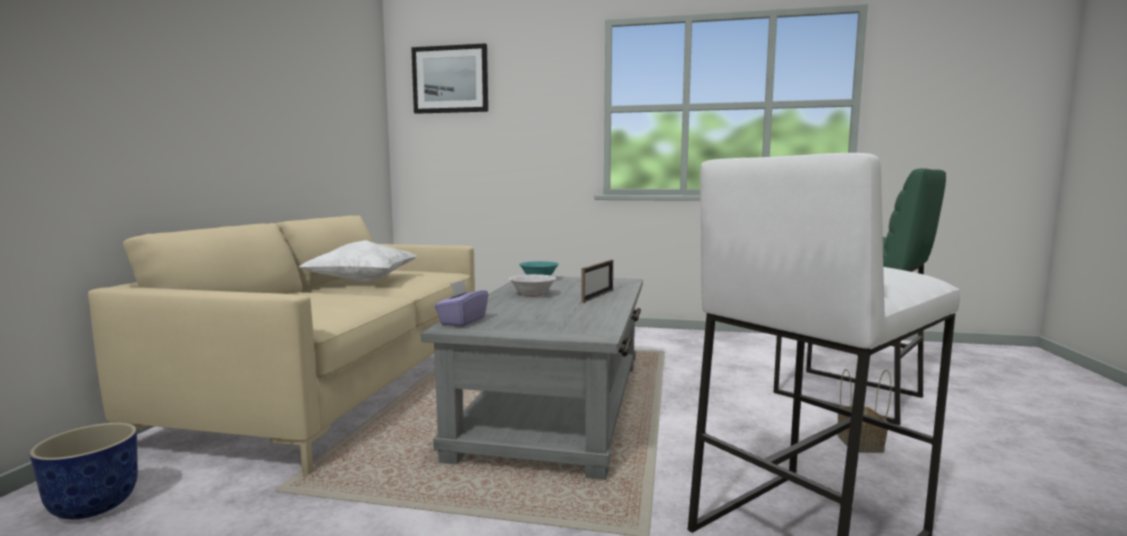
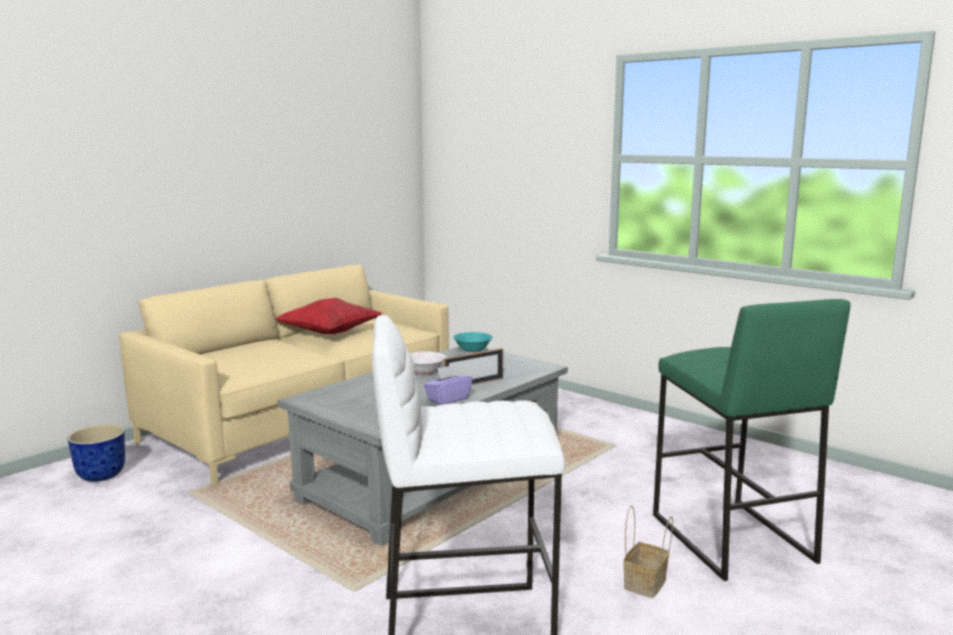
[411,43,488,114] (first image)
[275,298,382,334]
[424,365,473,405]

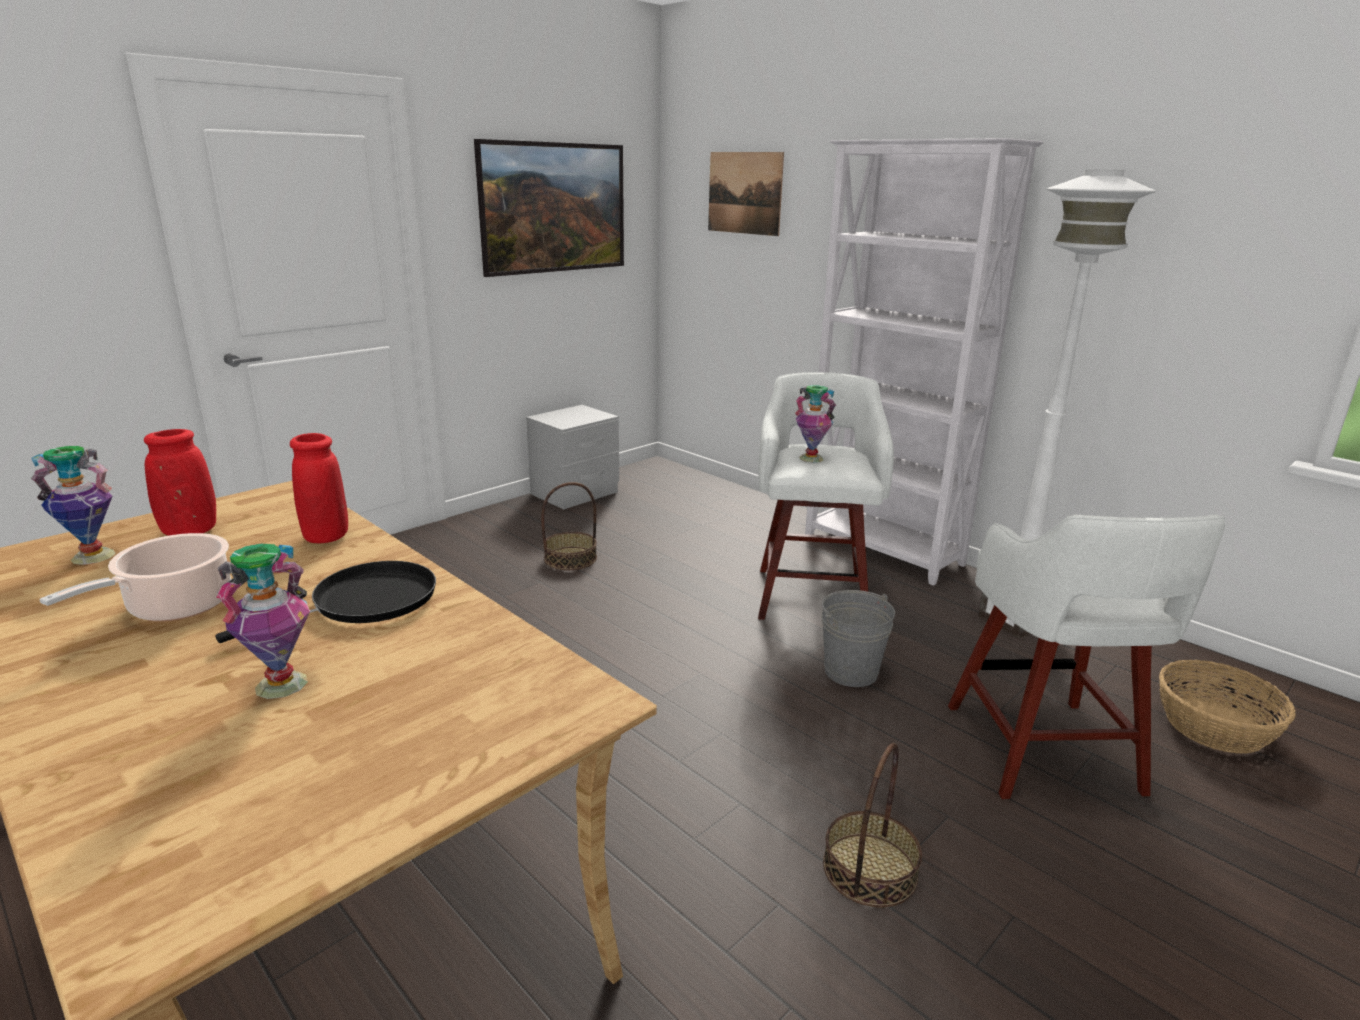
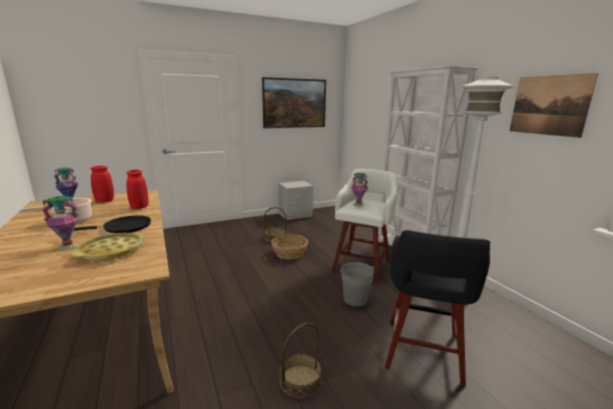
[510,73,598,138]
[385,230,490,386]
[271,234,308,259]
[72,233,145,261]

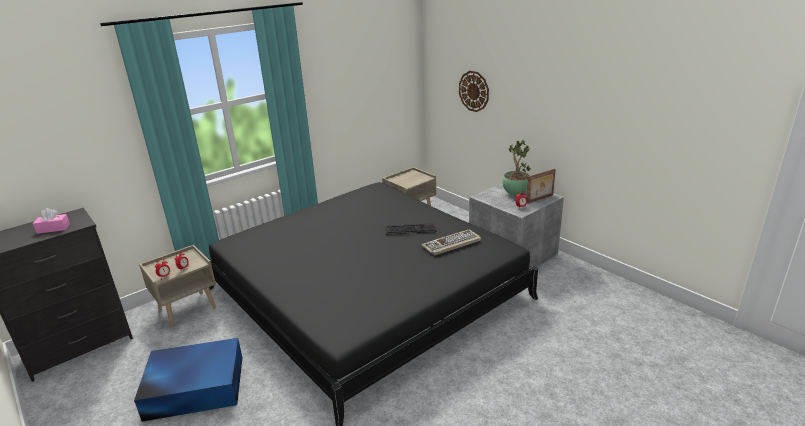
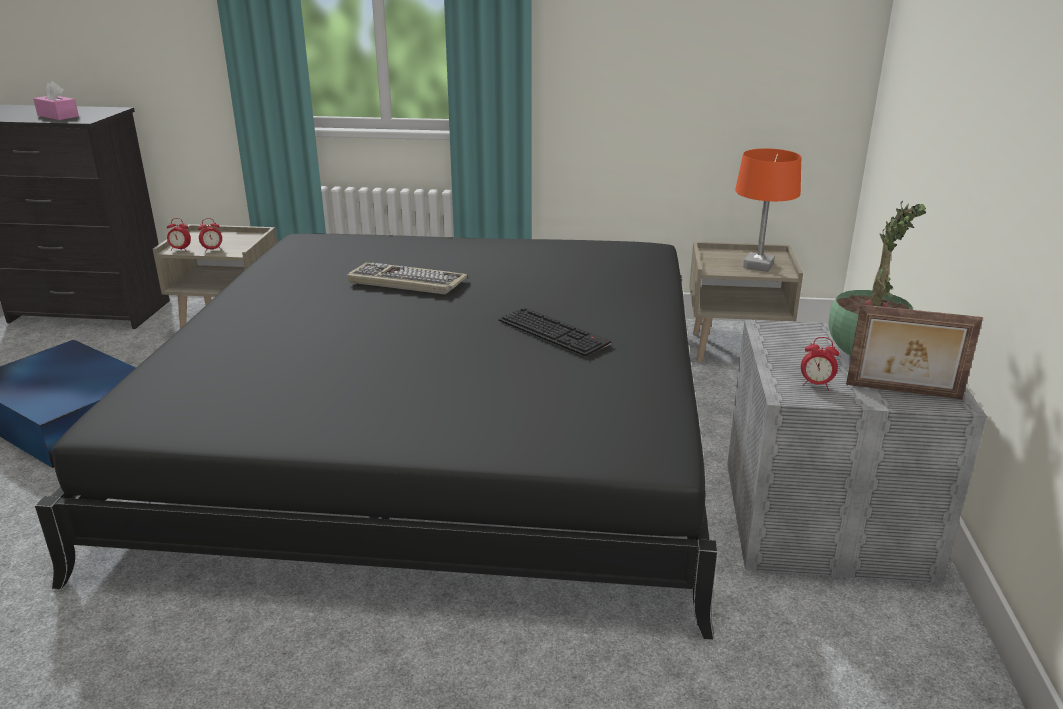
[459,71,489,112] (first image)
[347,263,467,294]
[735,148,801,272]

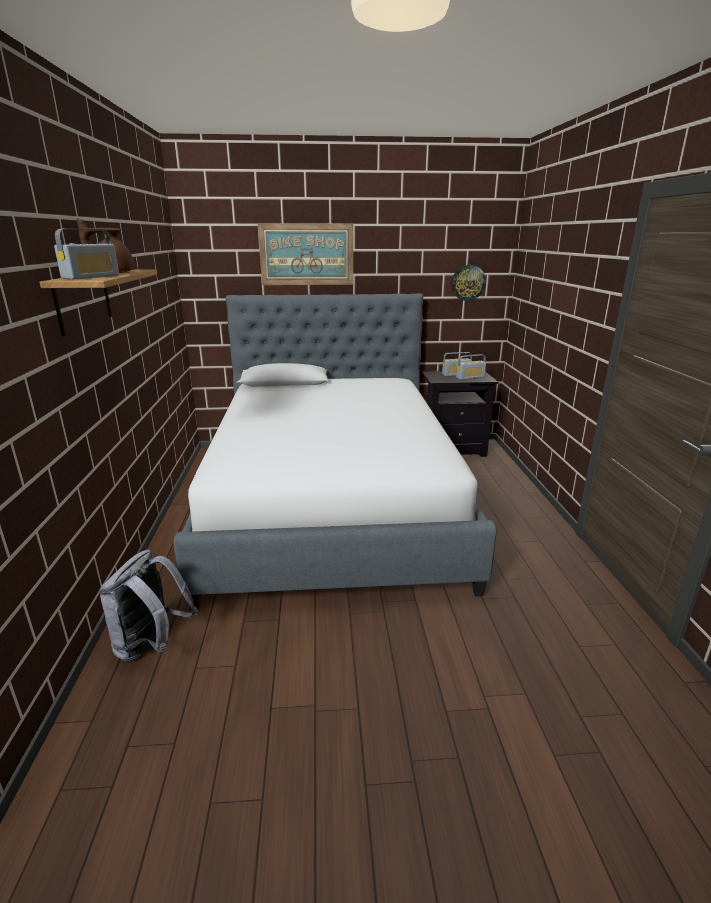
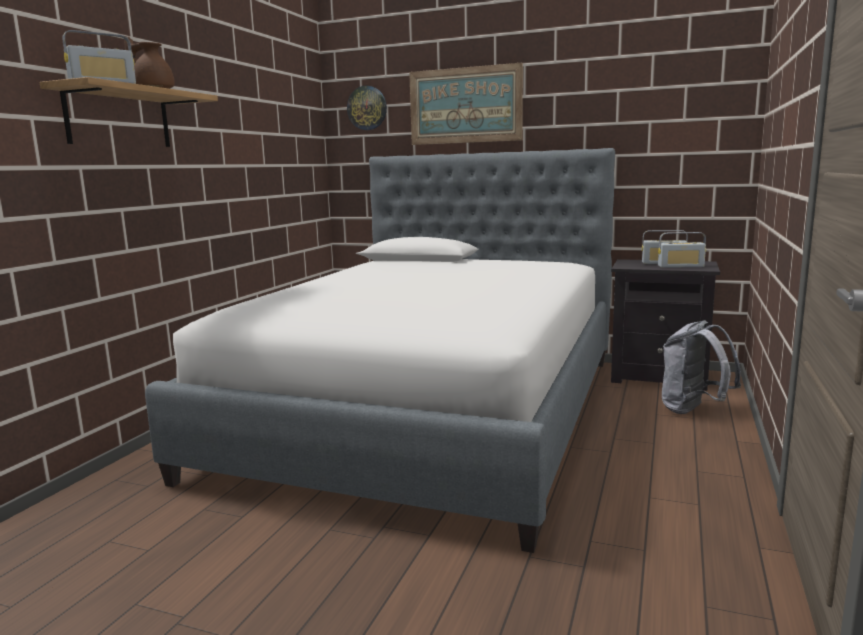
[347,85,387,130]
[662,320,741,414]

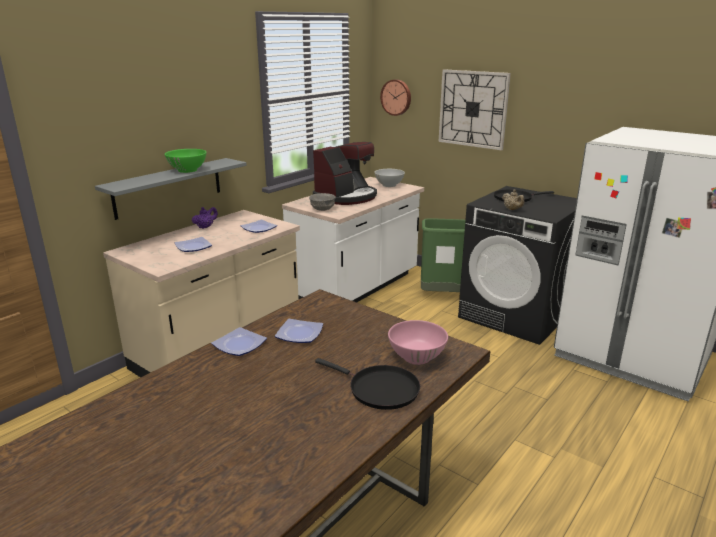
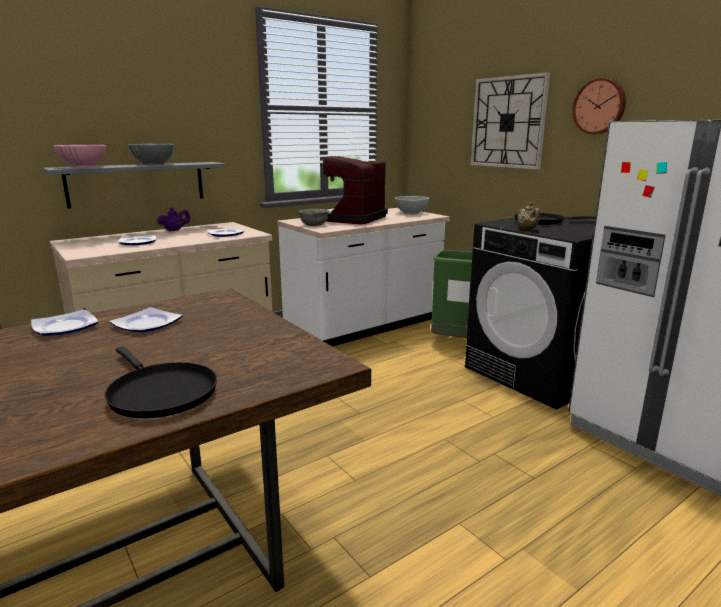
[572,78,626,134]
[322,156,388,225]
[128,144,175,165]
[53,145,106,168]

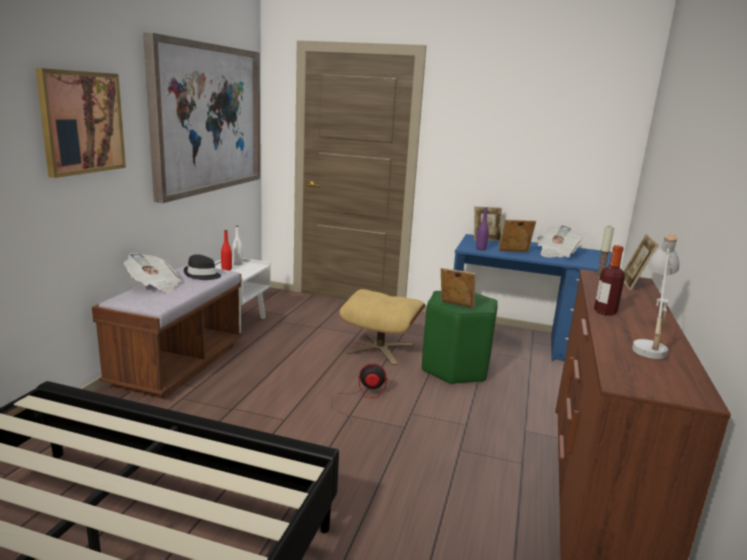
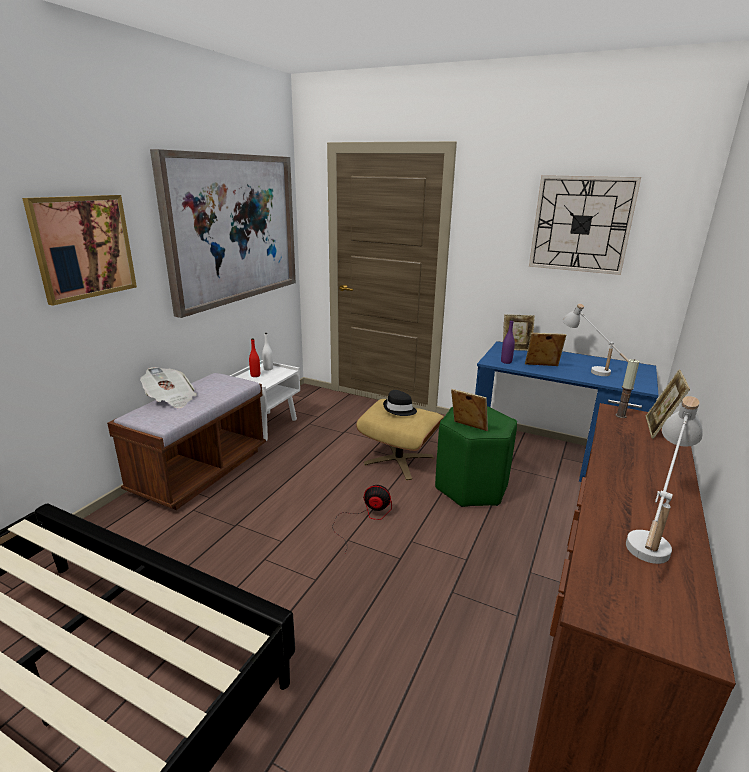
[563,303,629,376]
[594,245,625,316] (first image)
[383,390,417,416]
[529,175,641,275]

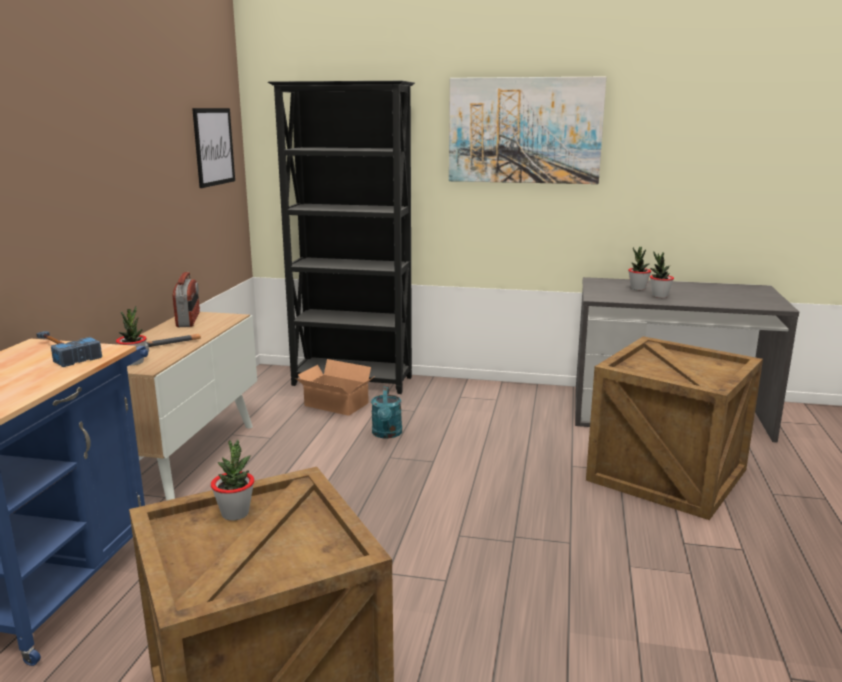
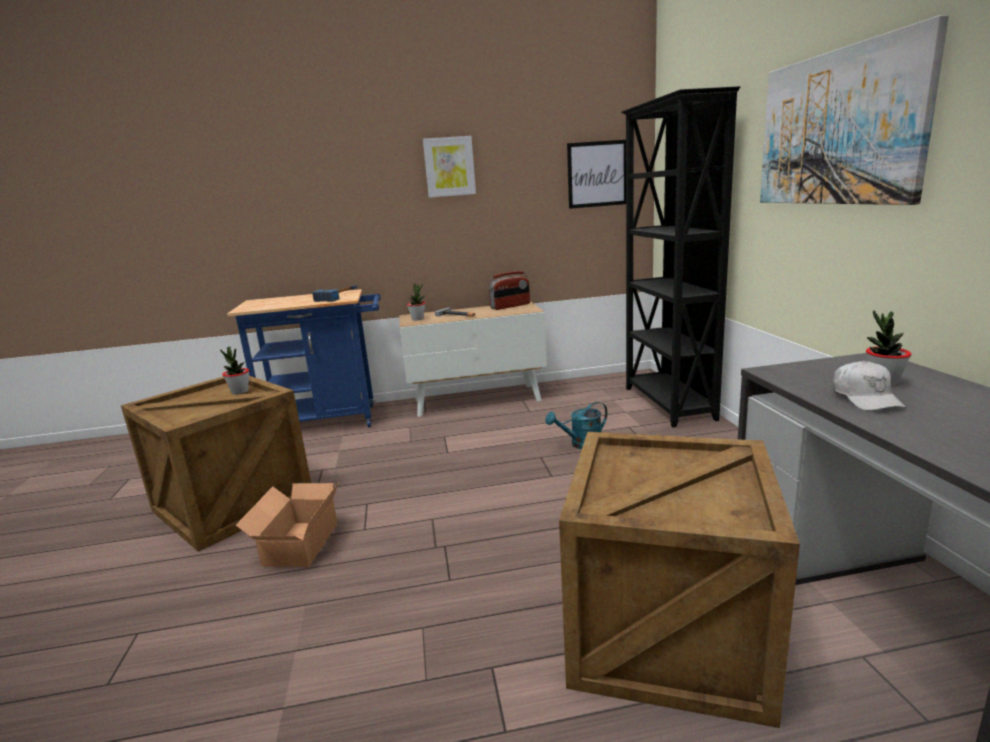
[833,361,906,411]
[235,482,339,567]
[423,136,476,198]

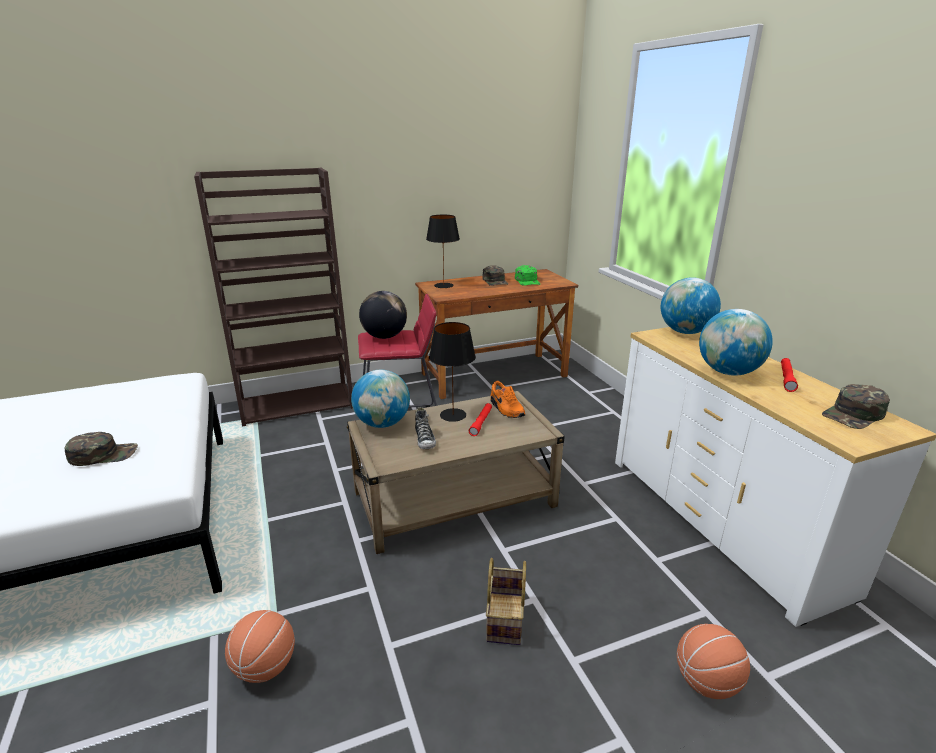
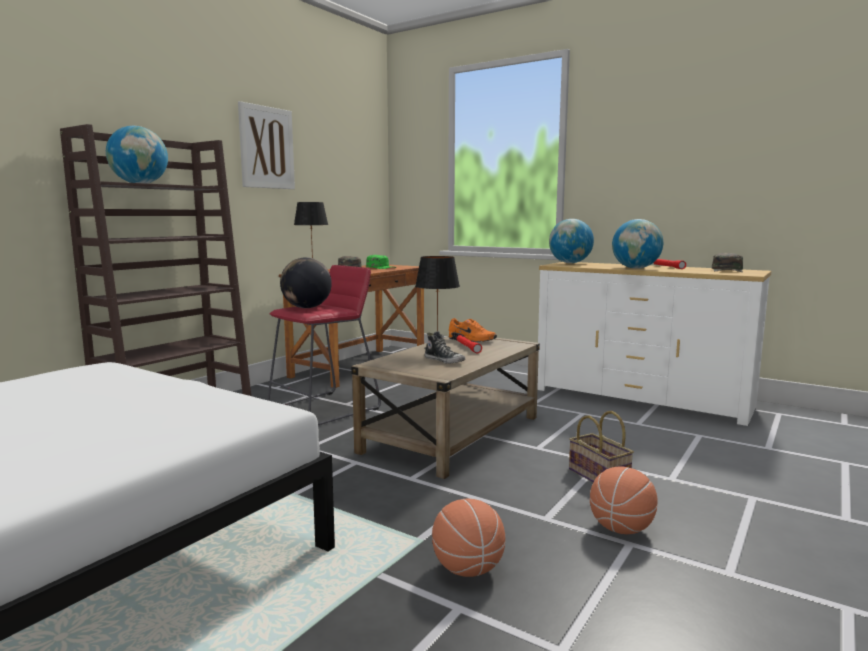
[106,126,168,183]
[64,432,138,466] (first image)
[590,467,658,534]
[238,101,295,189]

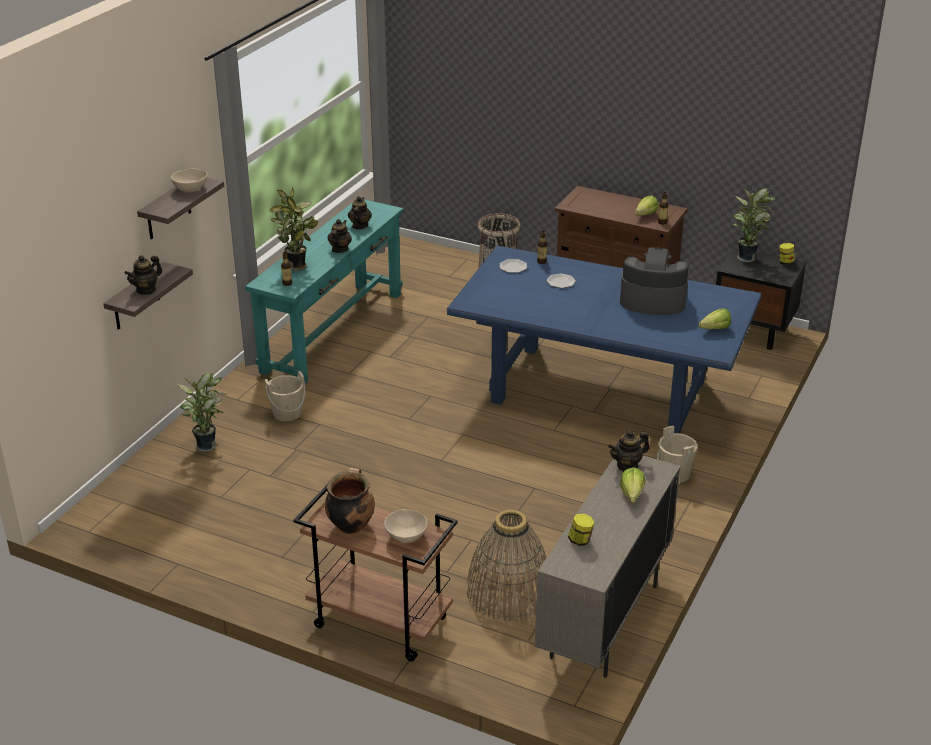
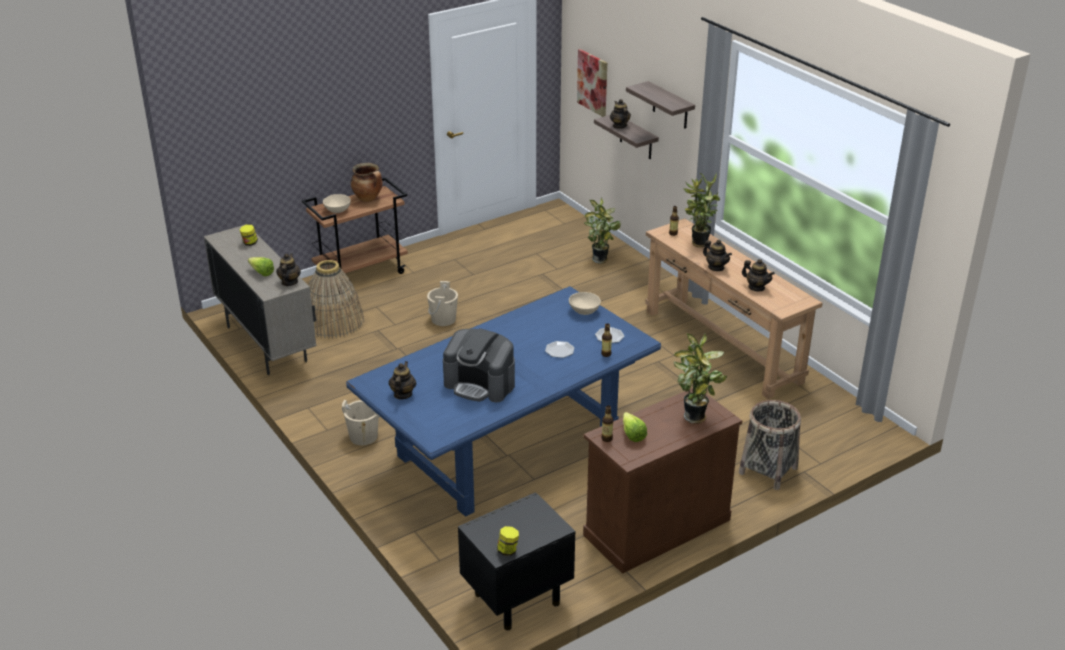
[569,292,601,315]
[673,333,727,424]
[645,218,823,399]
[443,328,515,402]
[389,361,416,399]
[427,281,458,326]
[577,49,607,117]

